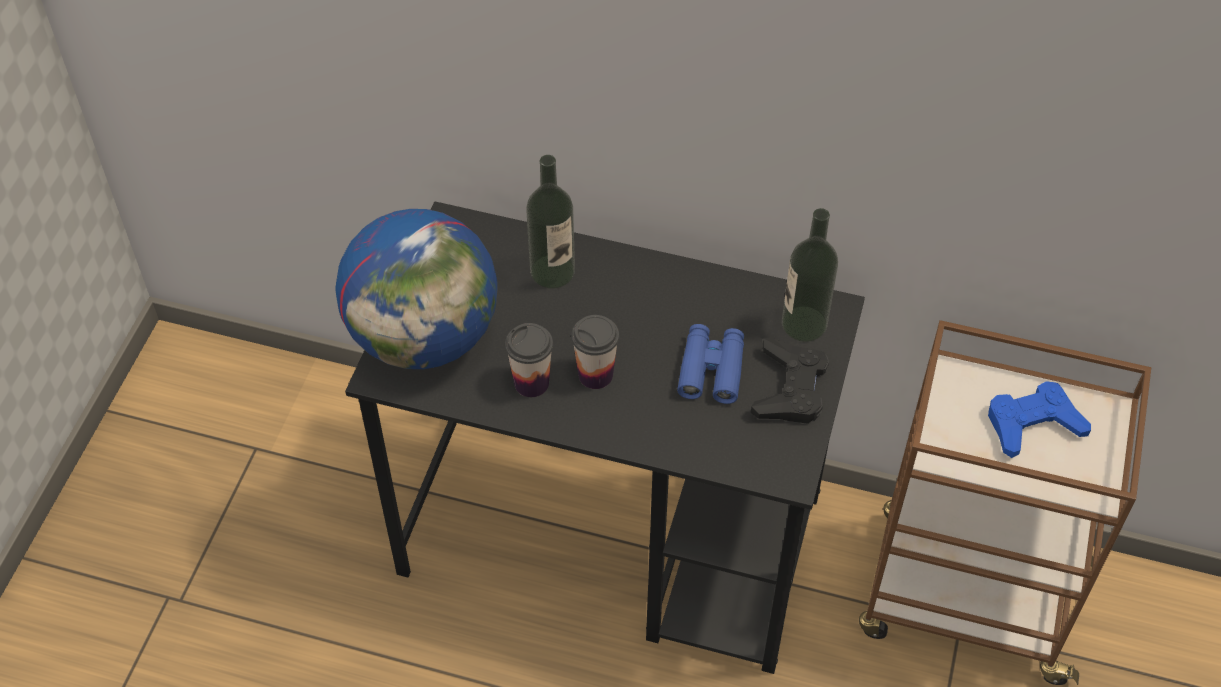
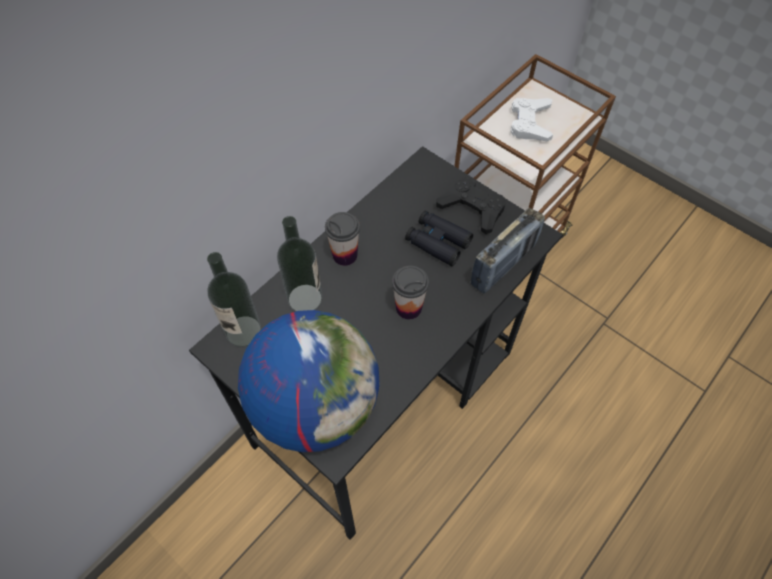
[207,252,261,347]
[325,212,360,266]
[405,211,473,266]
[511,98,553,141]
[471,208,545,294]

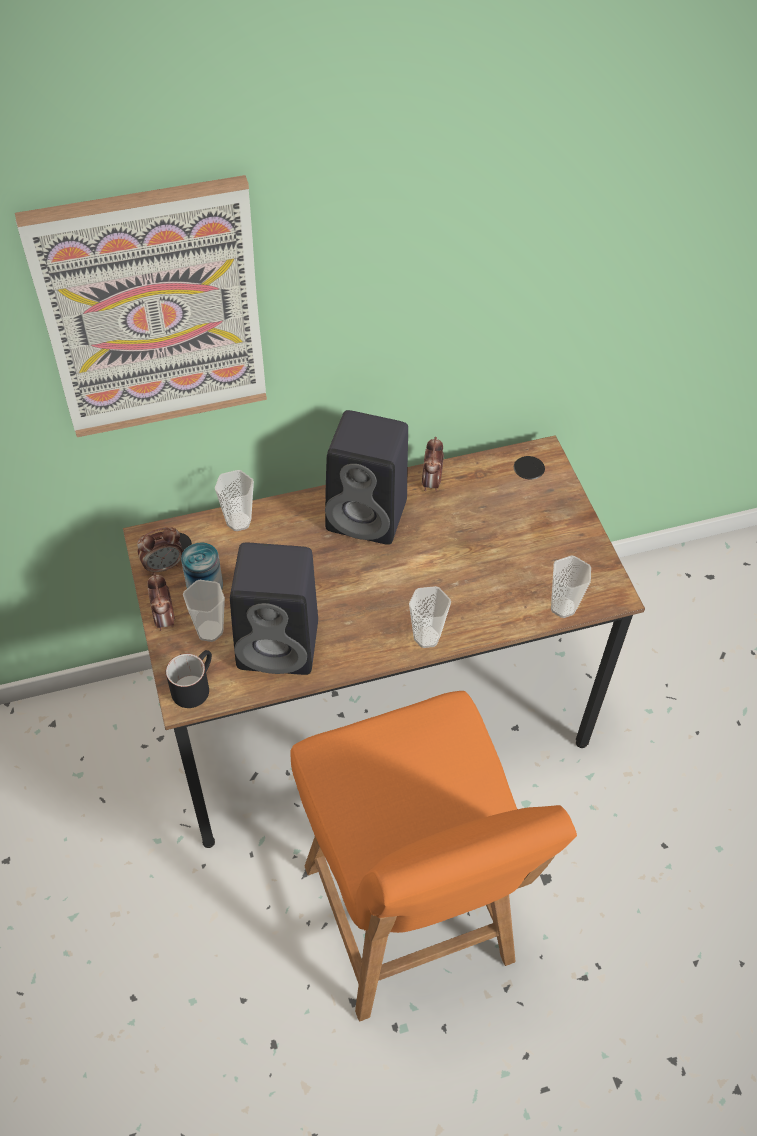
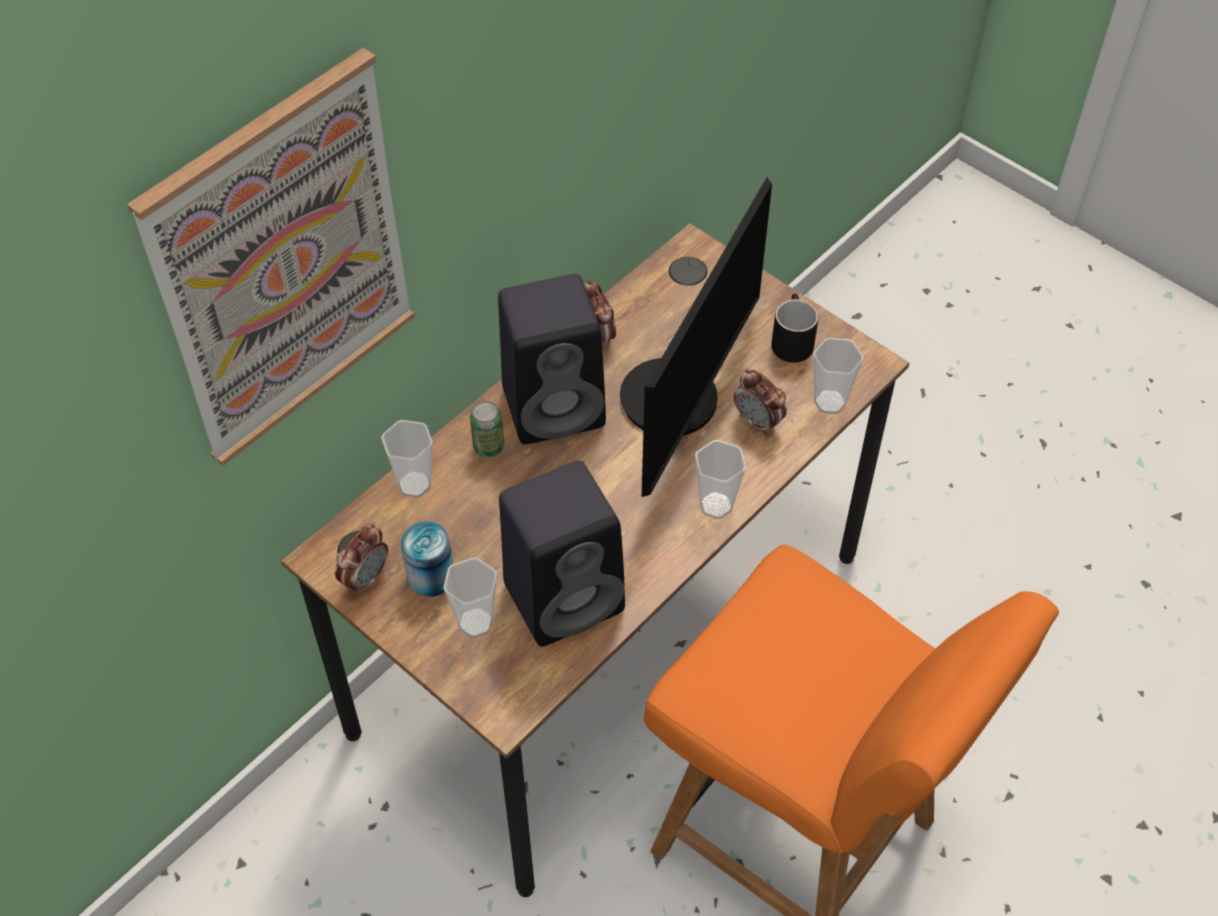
[734,369,787,435]
[771,294,819,363]
[620,177,772,497]
[470,401,504,458]

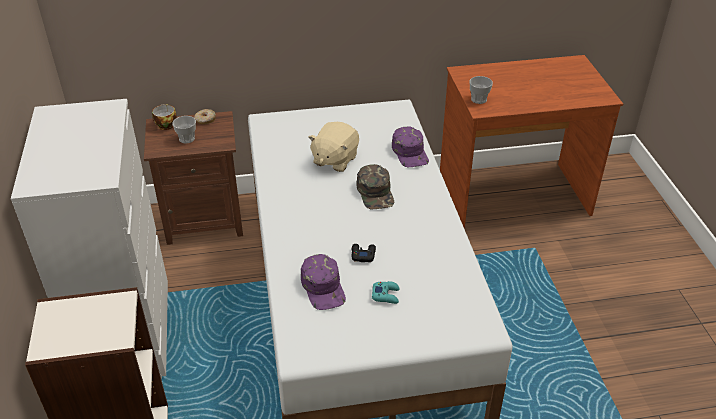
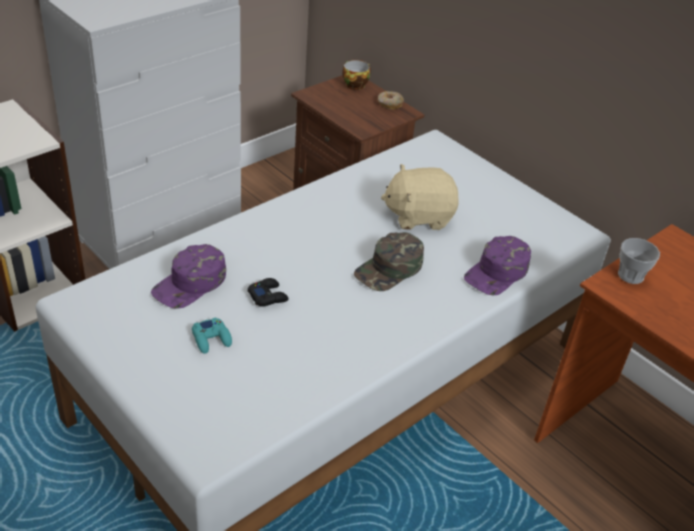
[172,116,196,144] (first image)

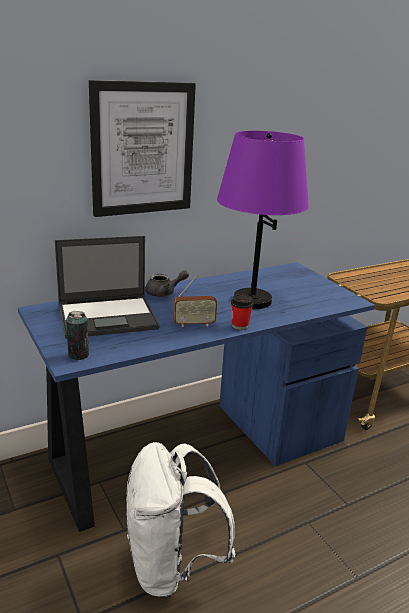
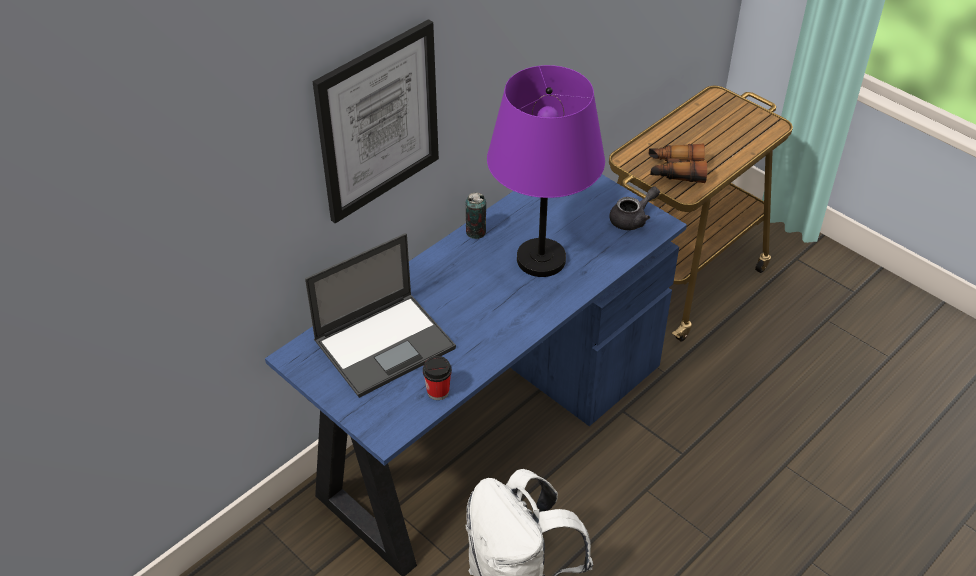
[609,186,660,230]
[173,275,217,327] (first image)
[423,356,452,400]
[465,193,486,239]
[648,143,707,183]

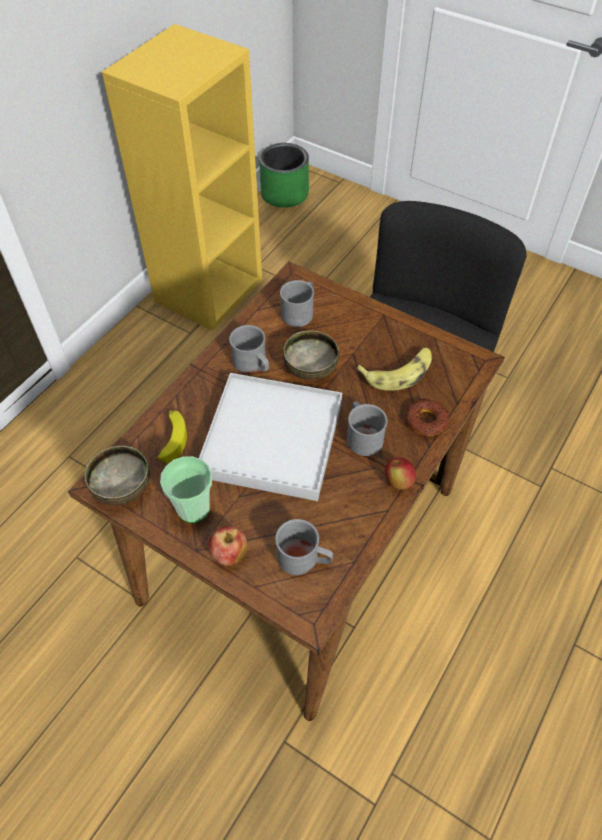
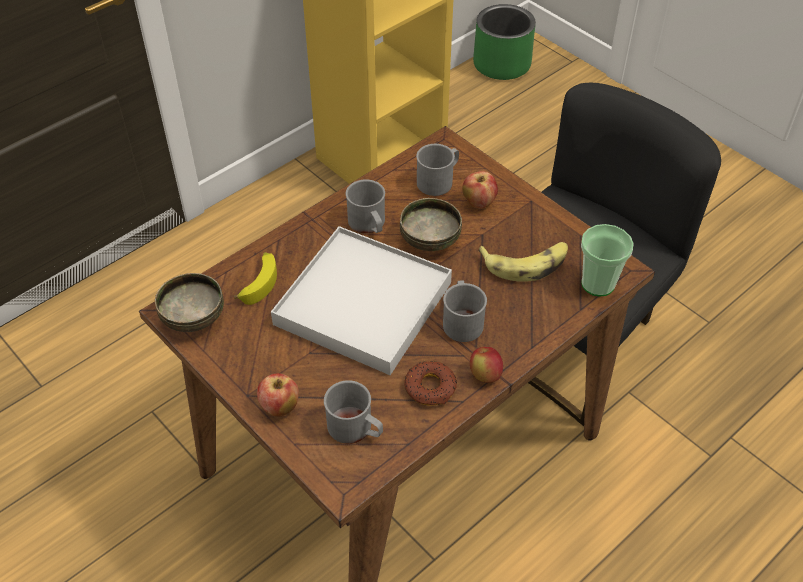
[405,361,457,406]
[581,224,634,297]
[462,171,498,209]

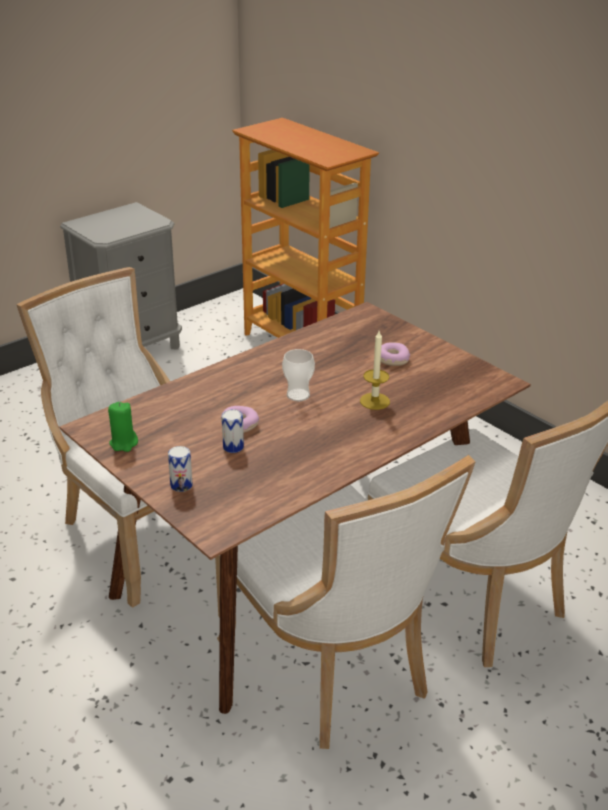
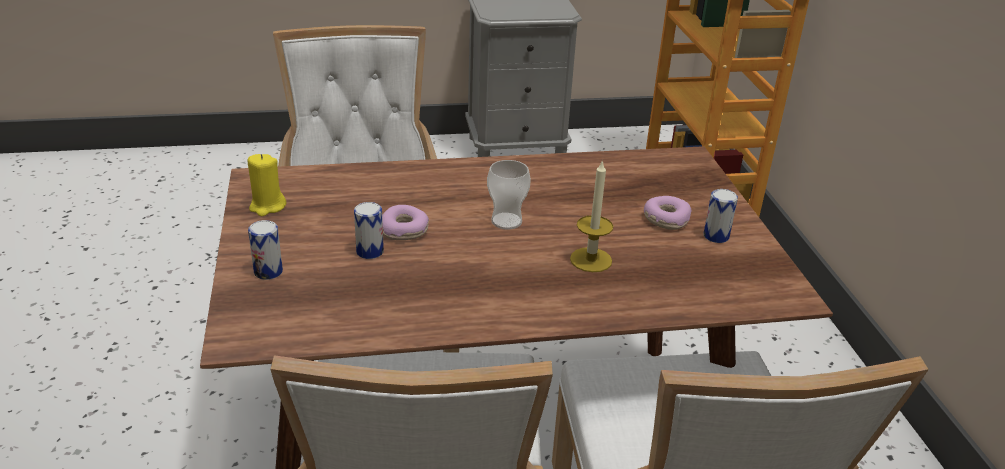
[248,154,286,216]
[703,189,738,243]

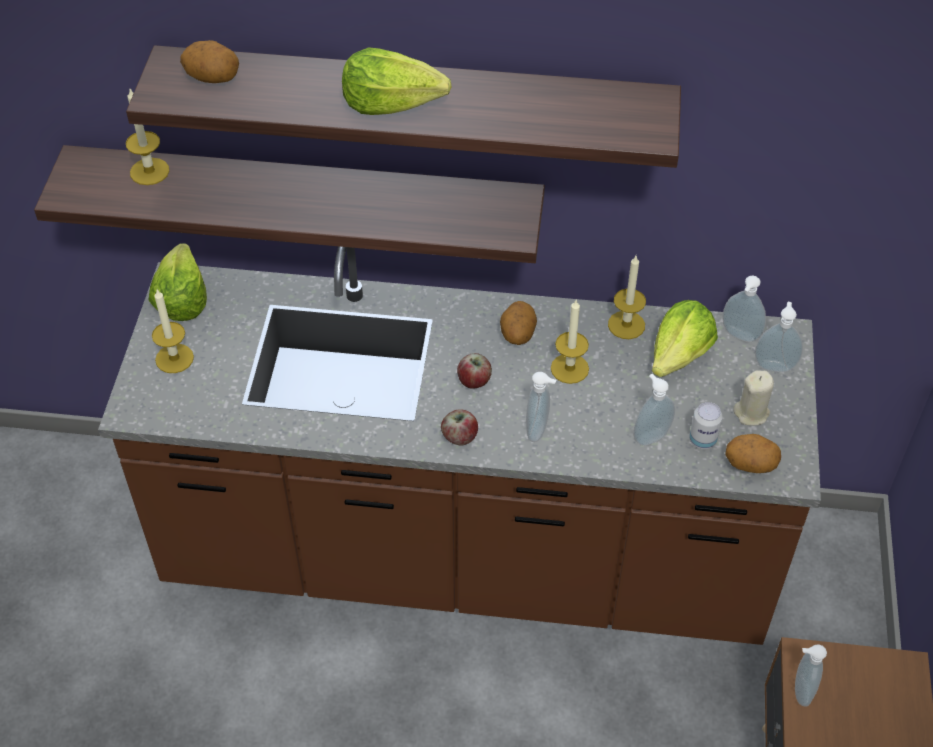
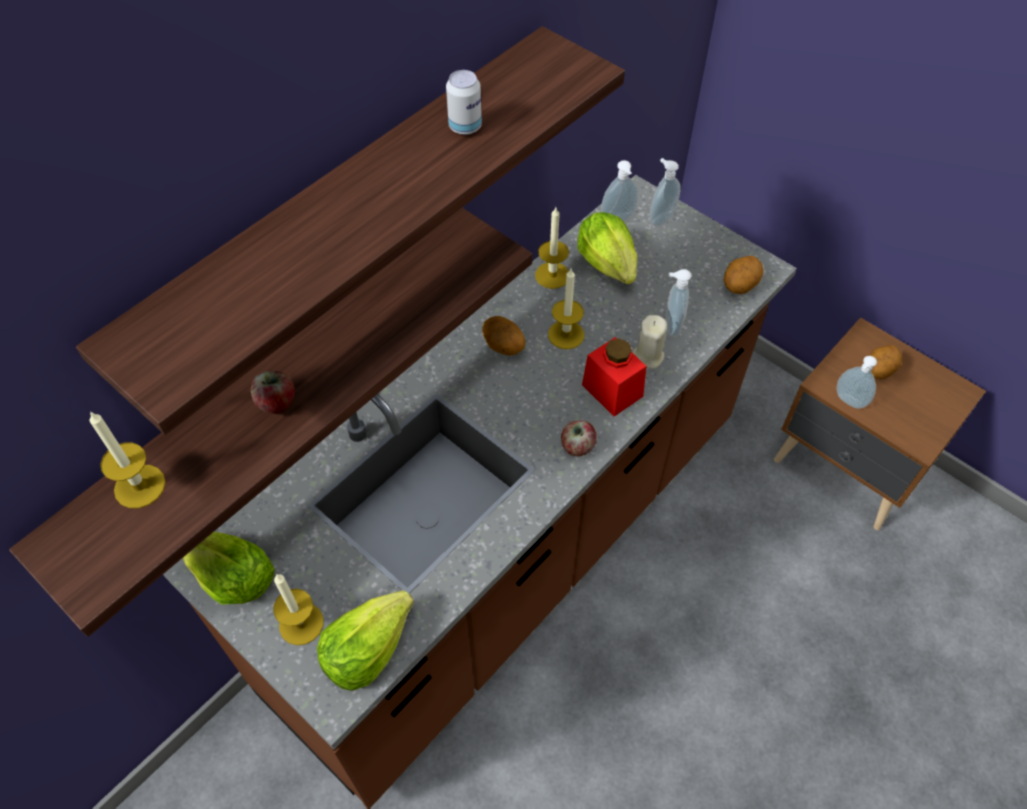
[869,345,902,379]
[317,590,414,691]
[251,371,295,414]
[632,315,667,369]
[582,337,647,416]
[446,70,482,135]

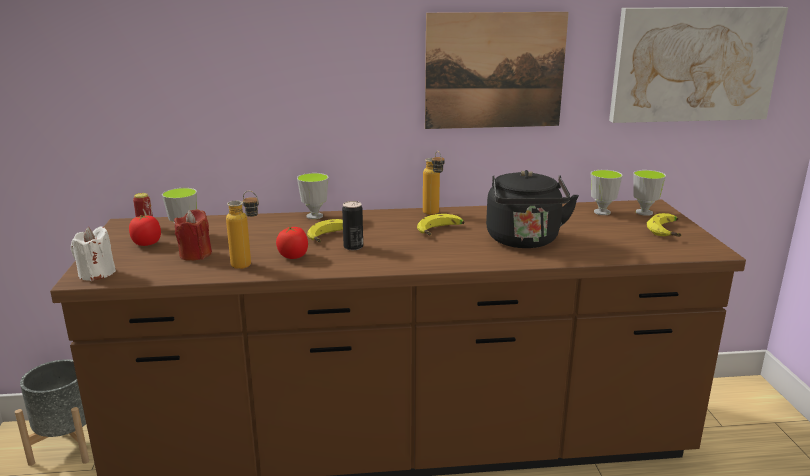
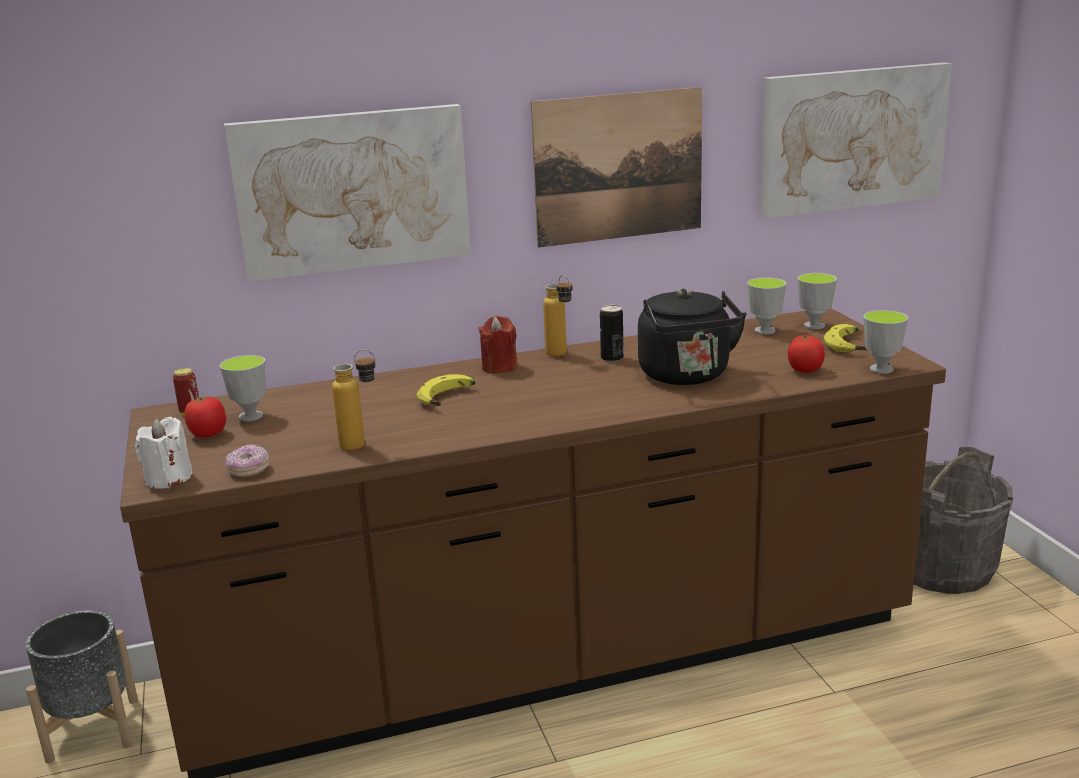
[863,310,908,374]
[600,305,624,362]
[478,316,518,374]
[417,214,464,236] (first image)
[788,335,825,373]
[224,104,471,282]
[225,444,269,477]
[914,447,1013,594]

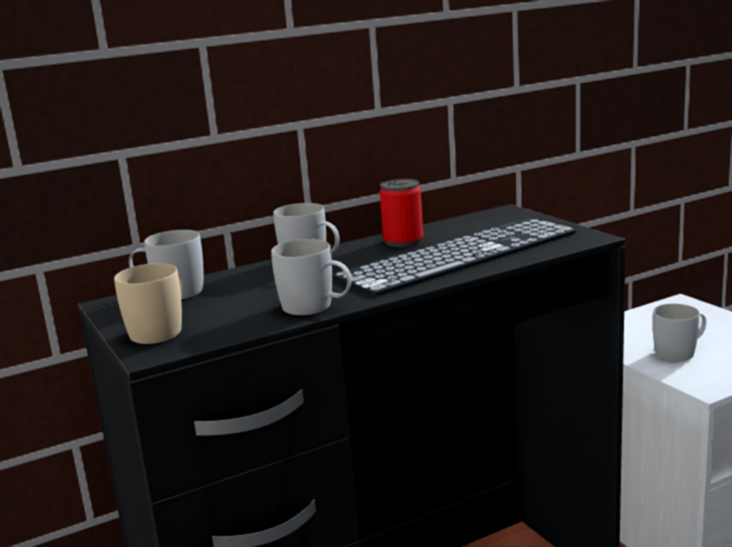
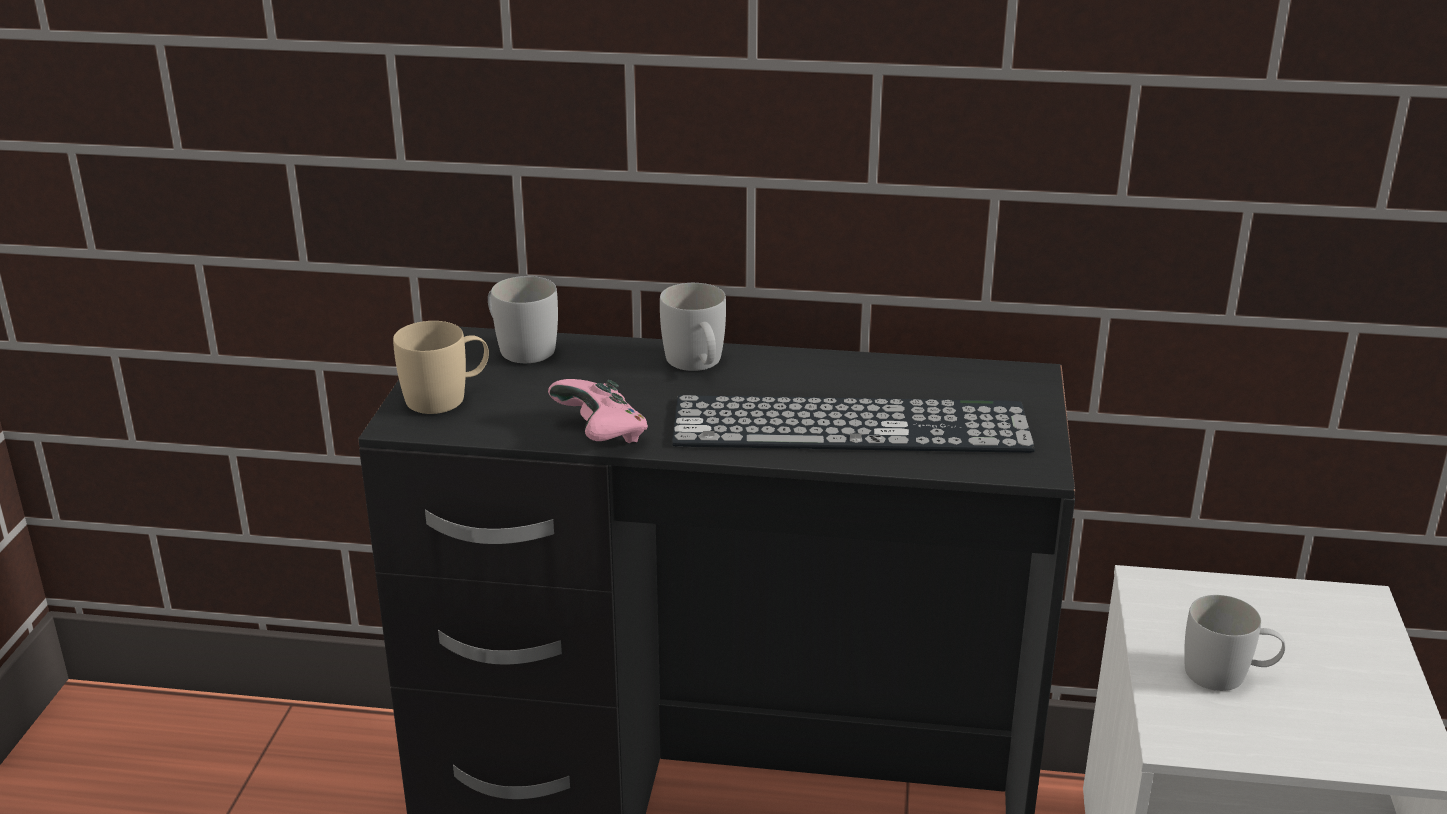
[380,179,423,247] (first image)
[548,379,648,443]

